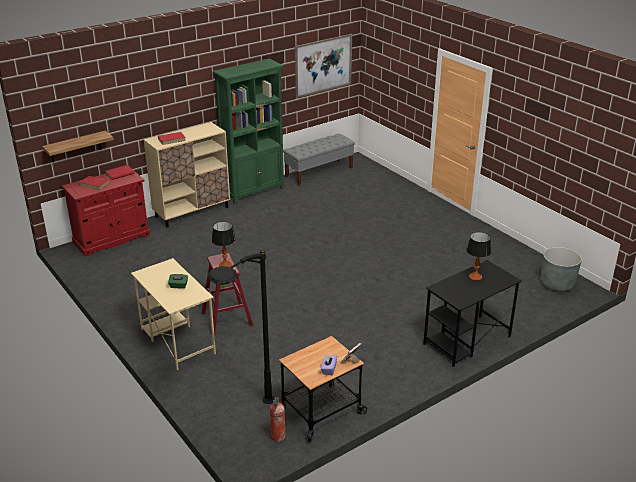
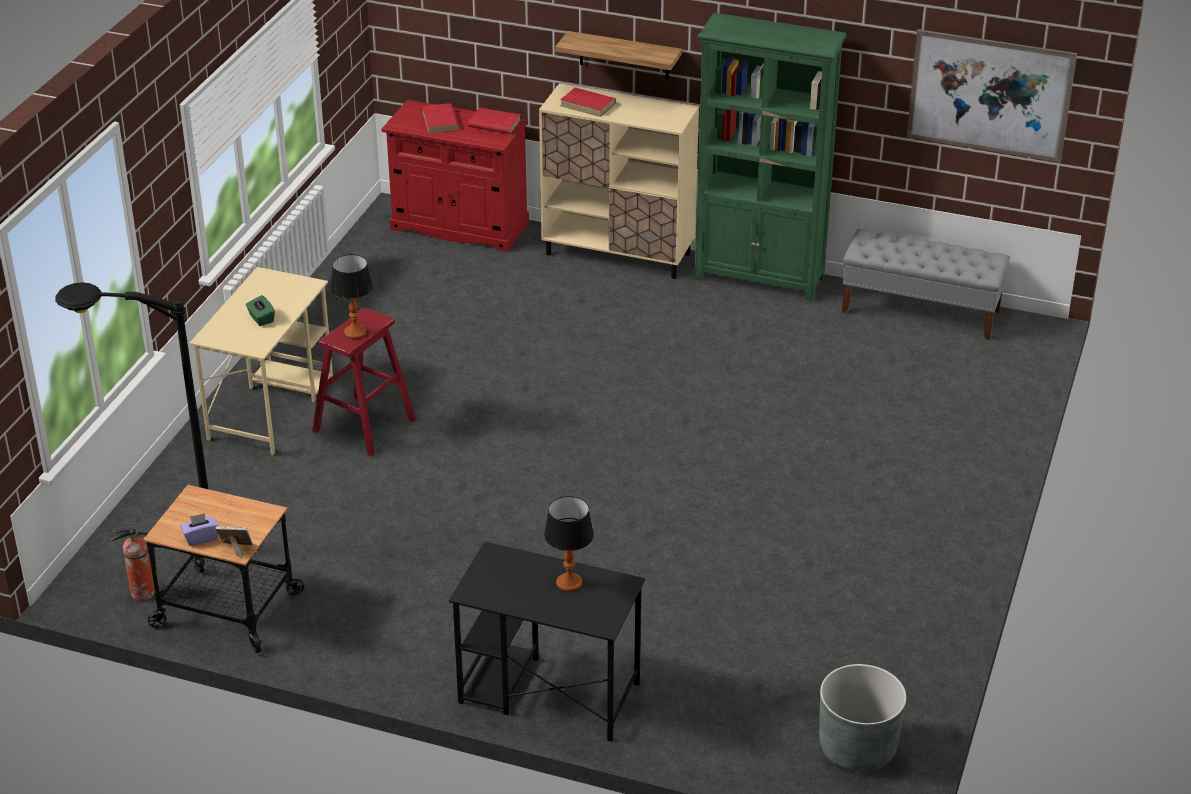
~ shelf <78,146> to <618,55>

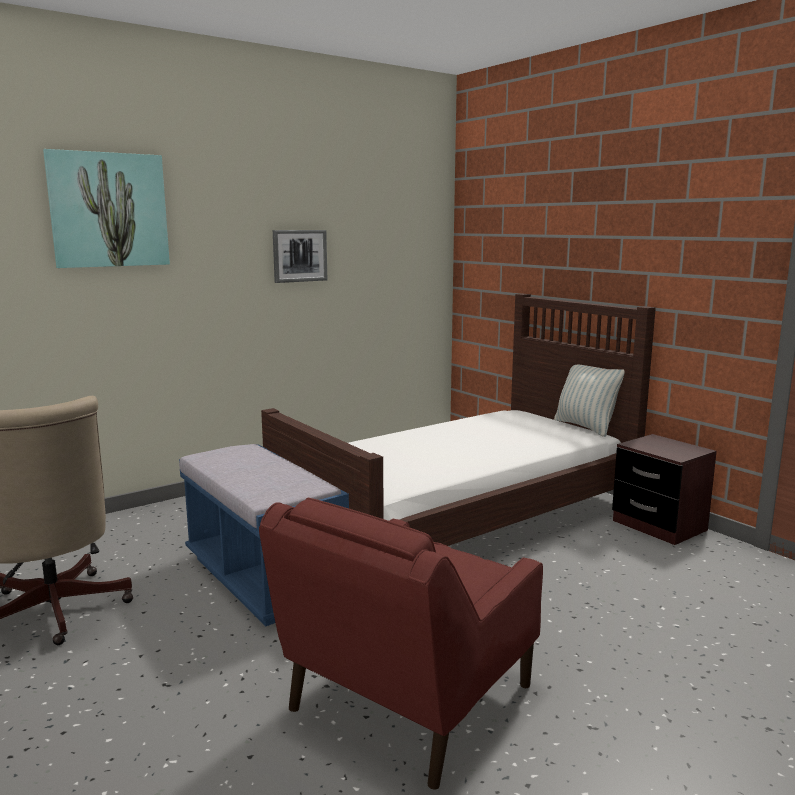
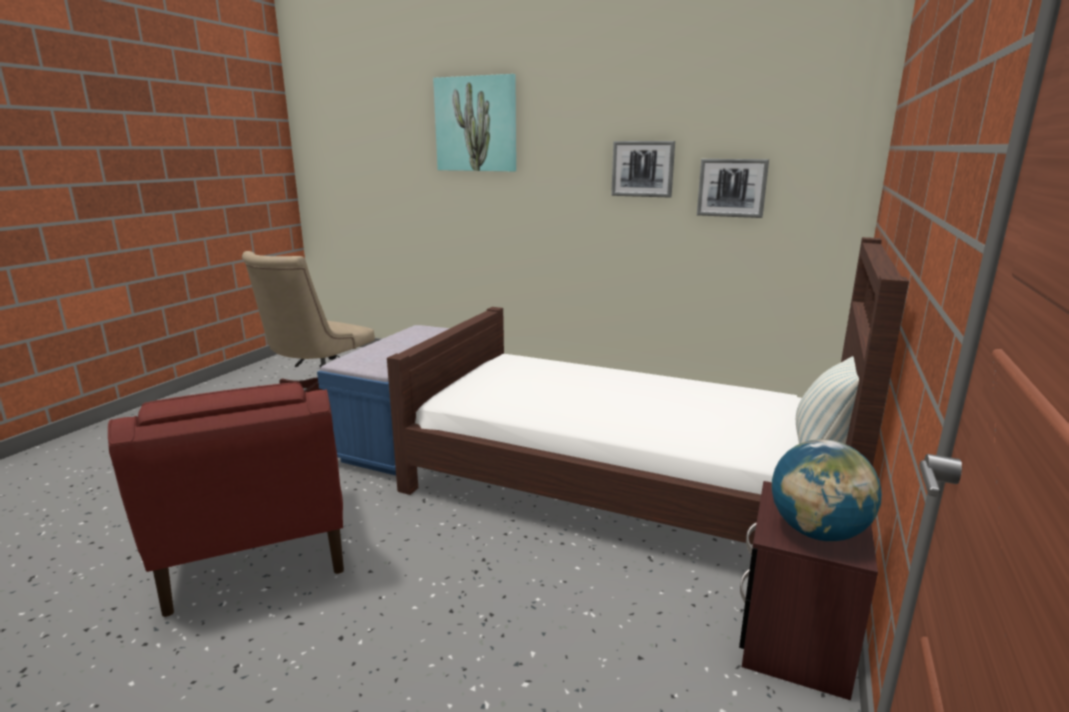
+ picture <733,188>
+ globe <827,490>
~ red armchair <401,643> = <226,499> 120 degrees counterclockwise

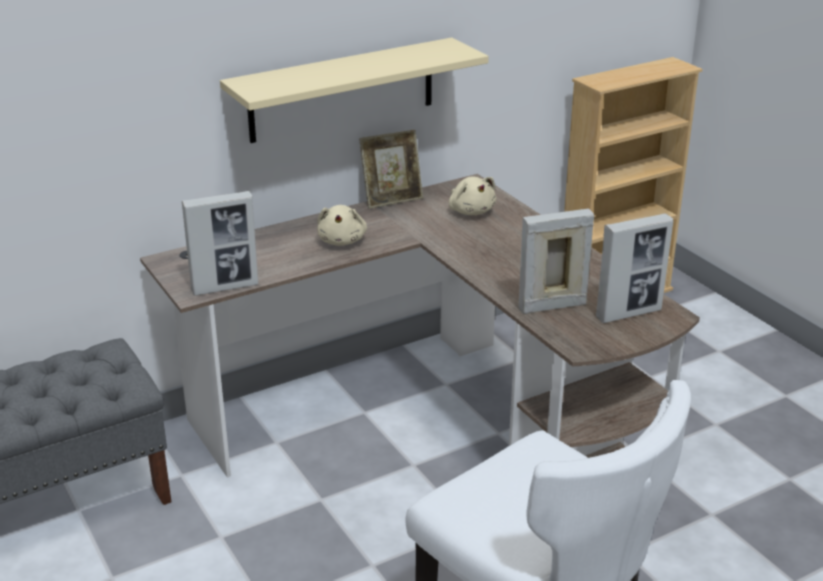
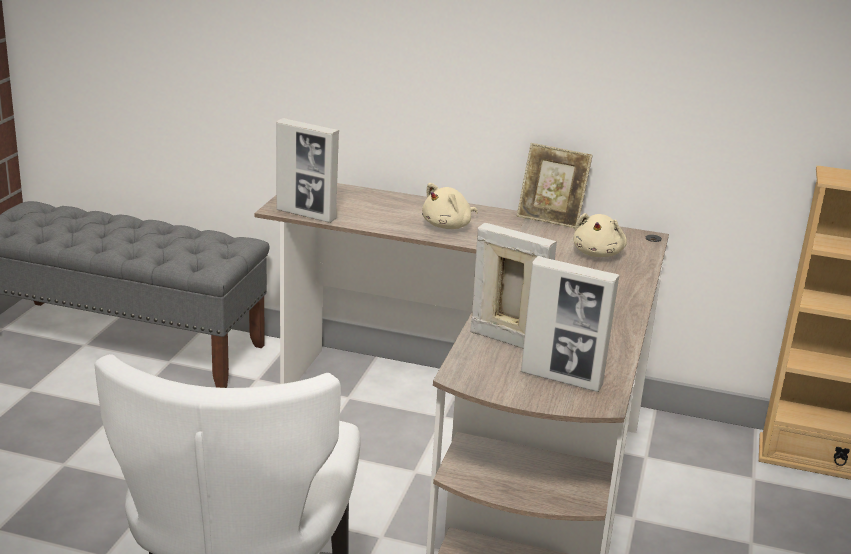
- beige shelf <354,90>

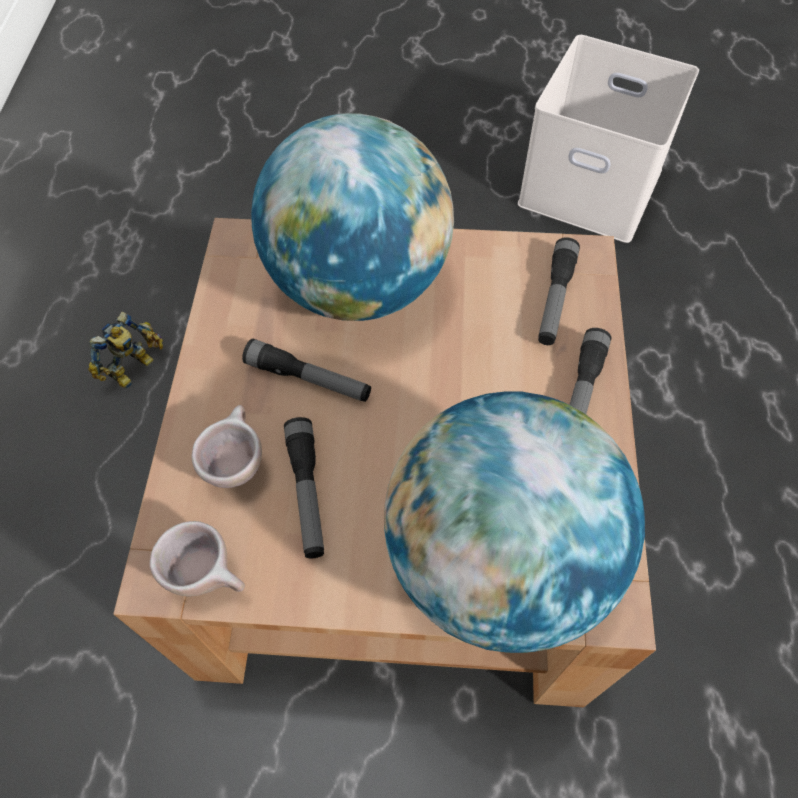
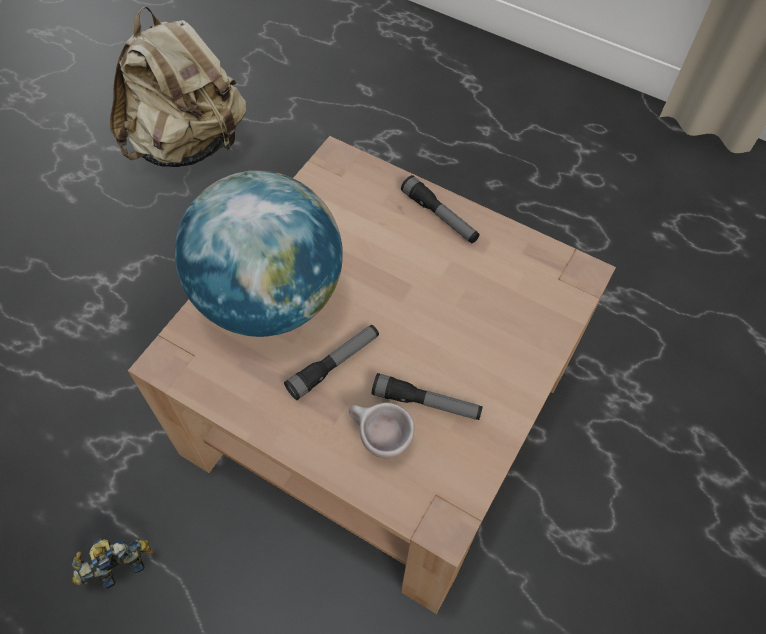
- beige cup <197,558>
- globe <514,522>
- flashlight <559,291>
~ white storage box <608,139> to beige backpack <178,86>
~ toy robot <125,350> = <112,564> 90 degrees counterclockwise

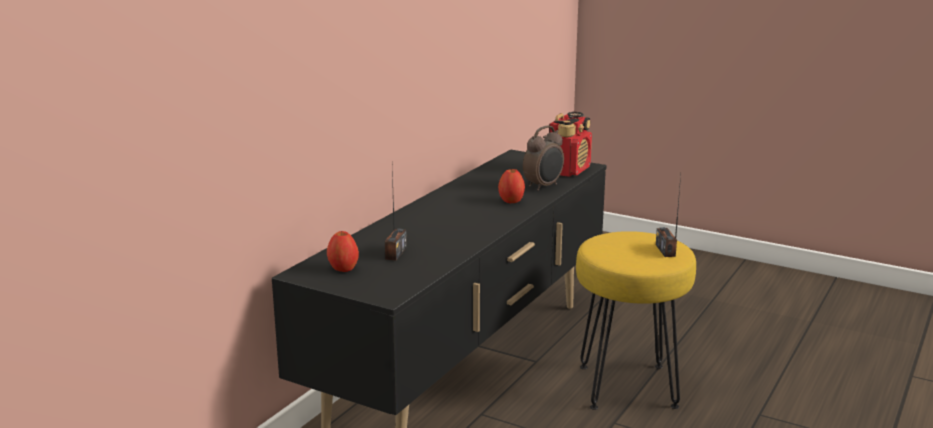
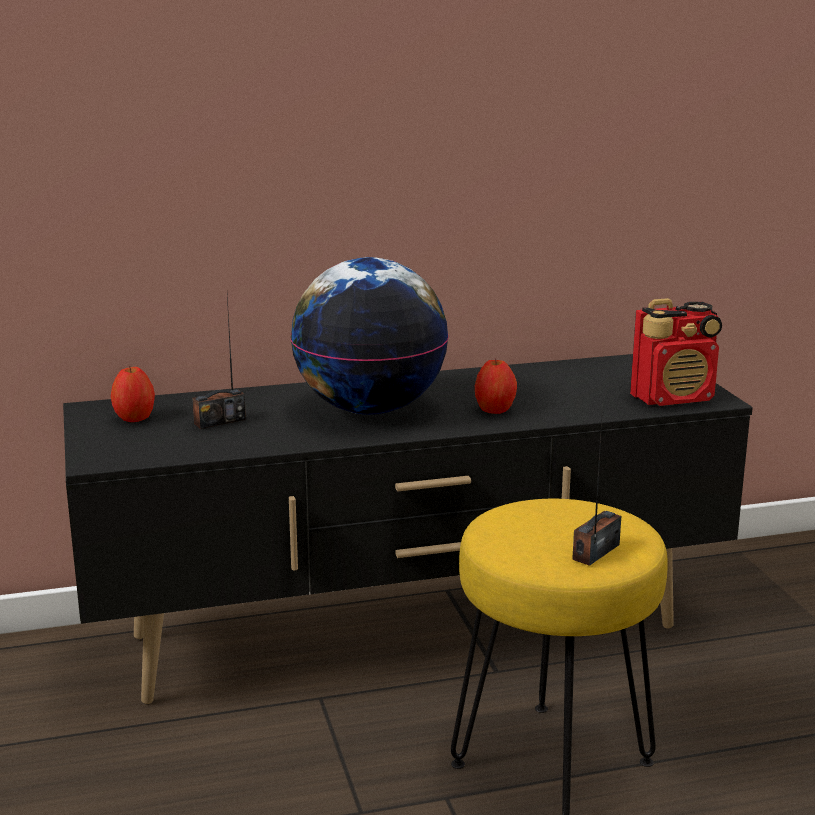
- alarm clock <543,158>
+ globe <369,336>

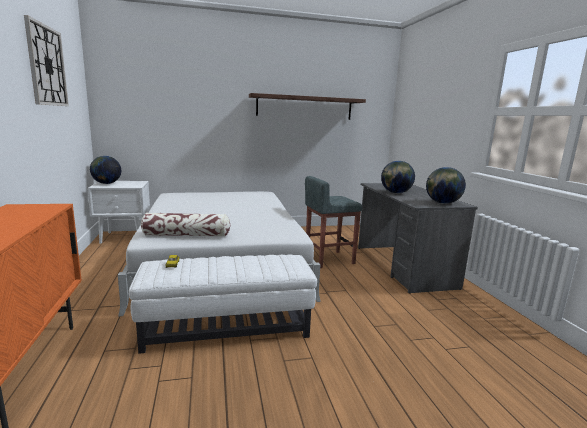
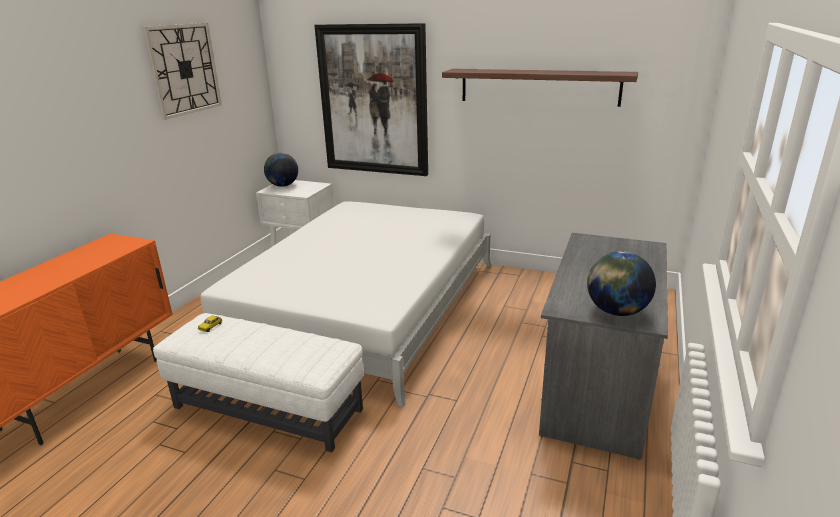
- pillow <185,224>
- grey stool <334,222>
- globe <398,177>
+ picture <371,99>

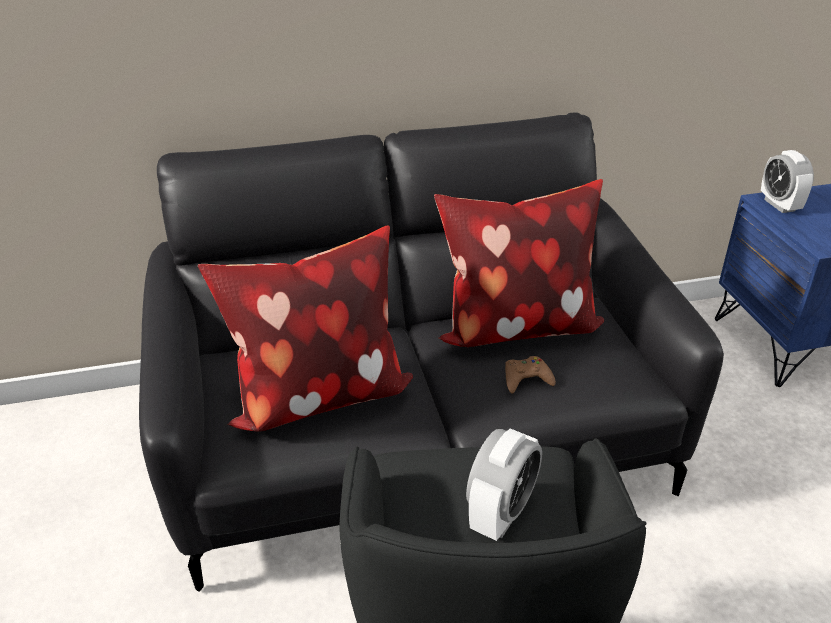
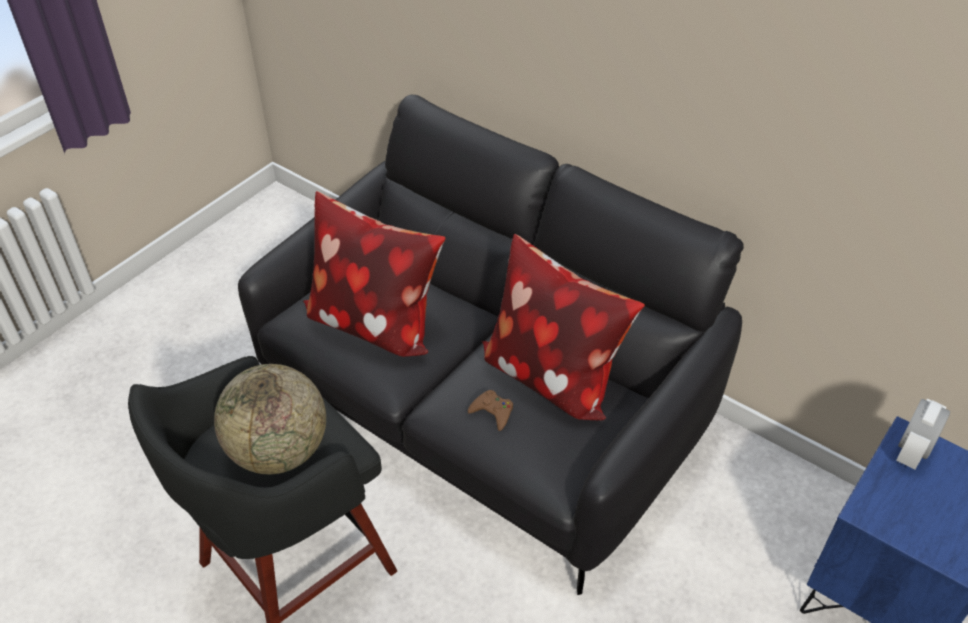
~ alarm clock <504,484> to globe <270,419>

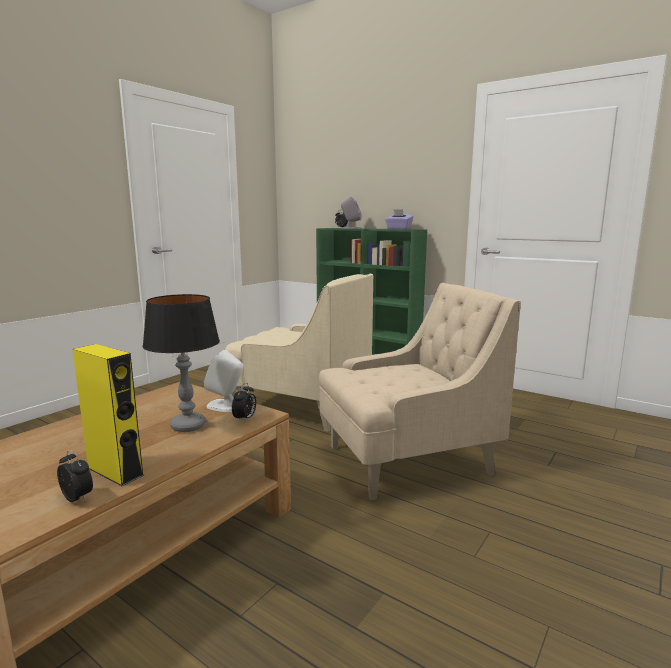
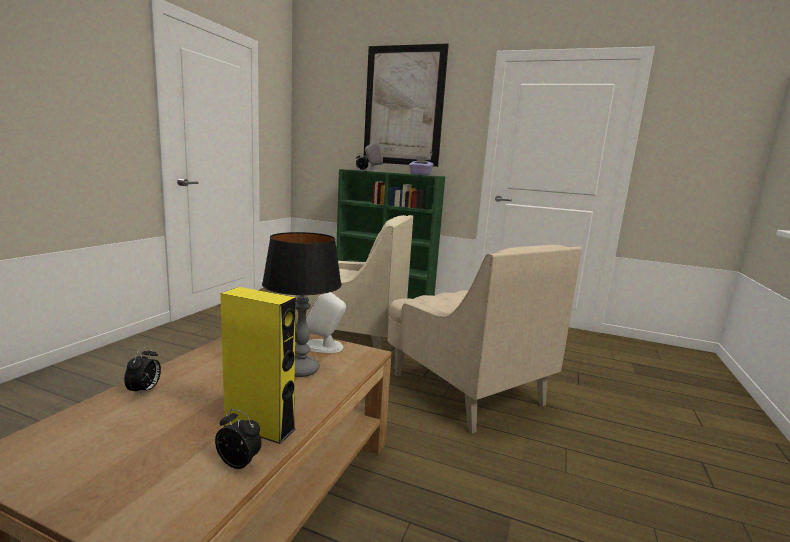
+ picture <406,105>
~ alarm clock <244,403> to <142,371>
~ beige armchair <420,391> = <485,339> 90 degrees clockwise

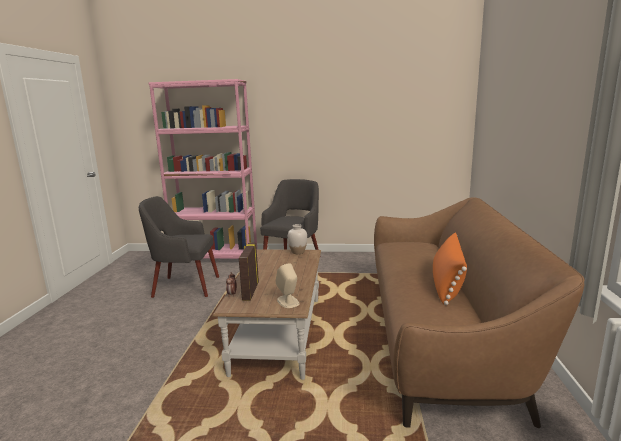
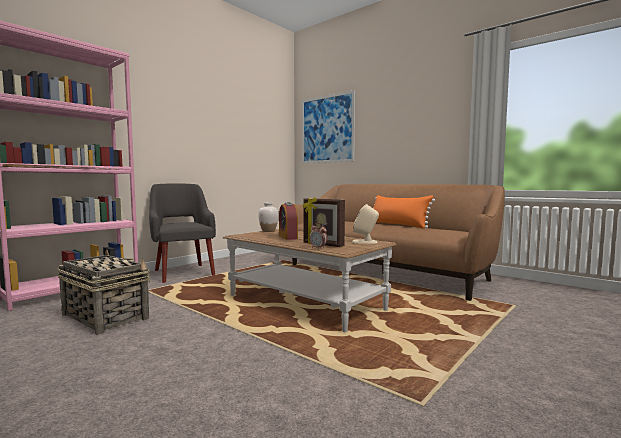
+ alarm clock <288,221>
+ picture <328,127>
~ grey armchair <179,247> to basket <103,292>

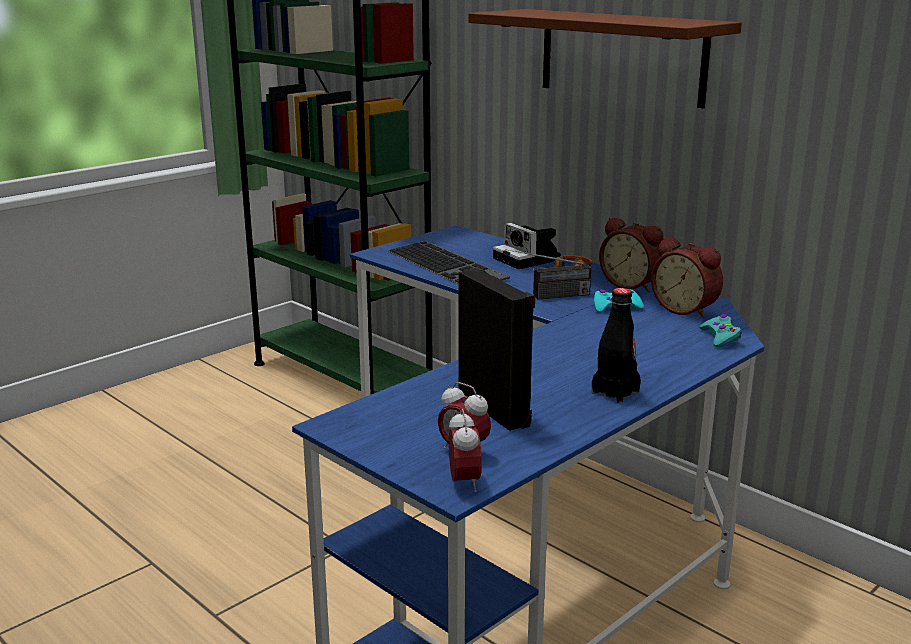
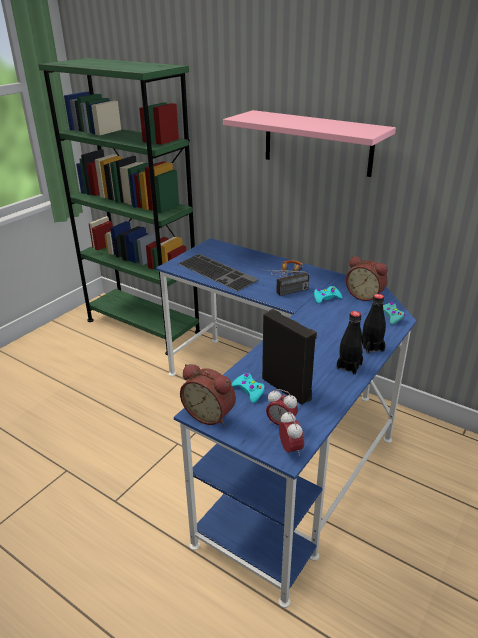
- photo camera <527,246>
+ turquoise game controller <249,388>
+ black bottle <374,324>
~ alarm clock <631,254> to <208,395>
~ brown shelf <605,58> to pink shelf <309,143>

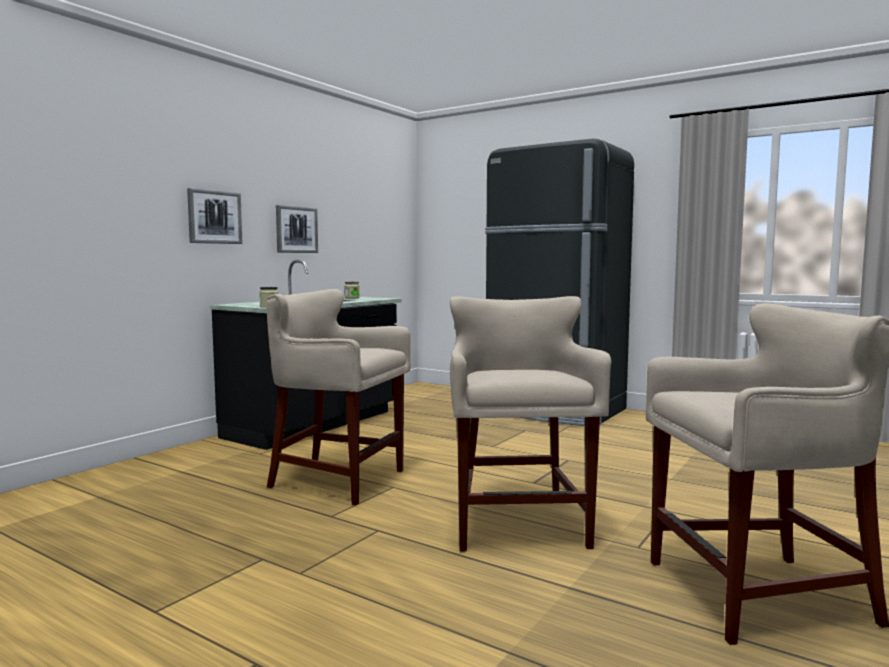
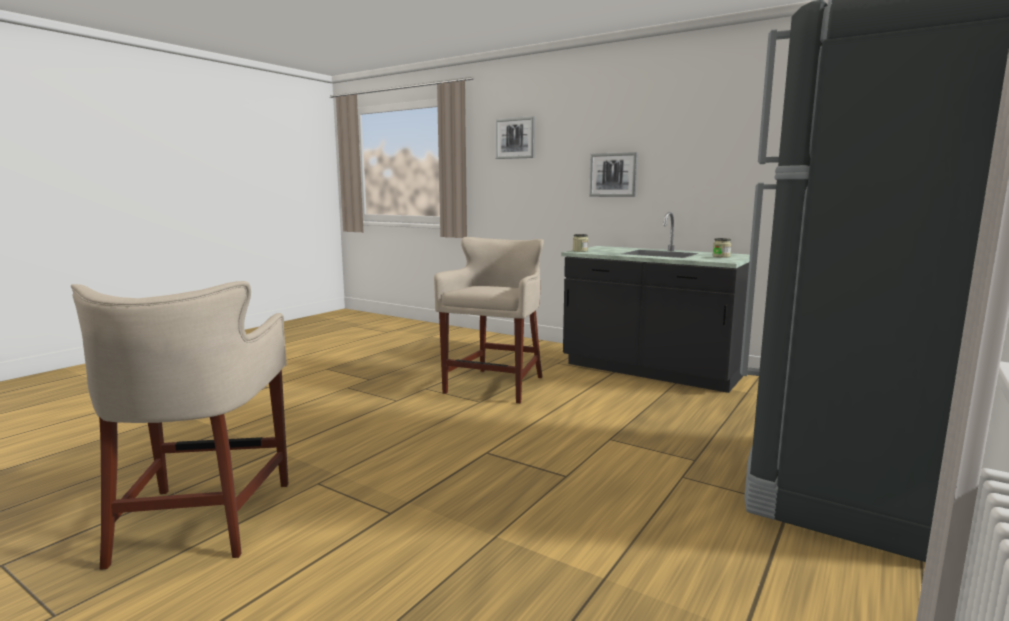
- beige stool <530,424>
~ picture <297,229> to <515,137>

